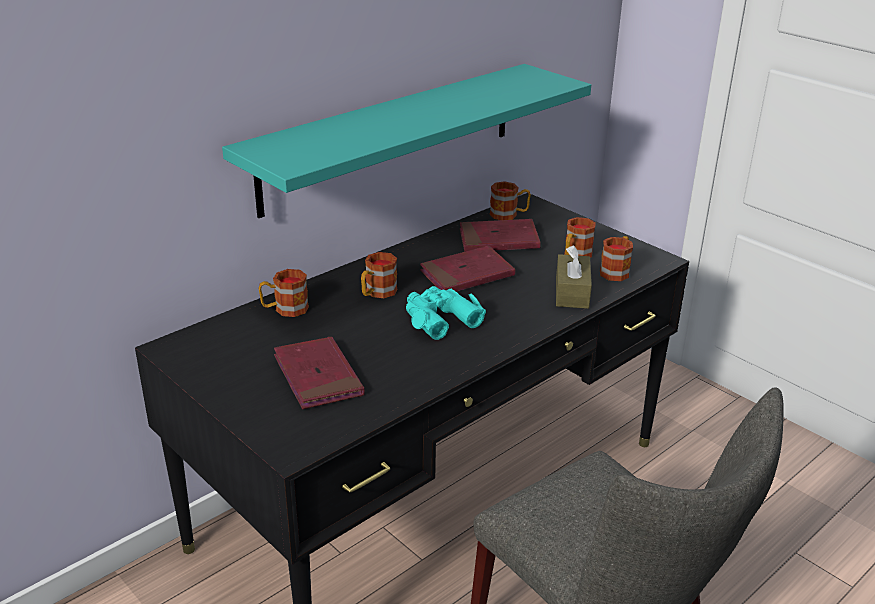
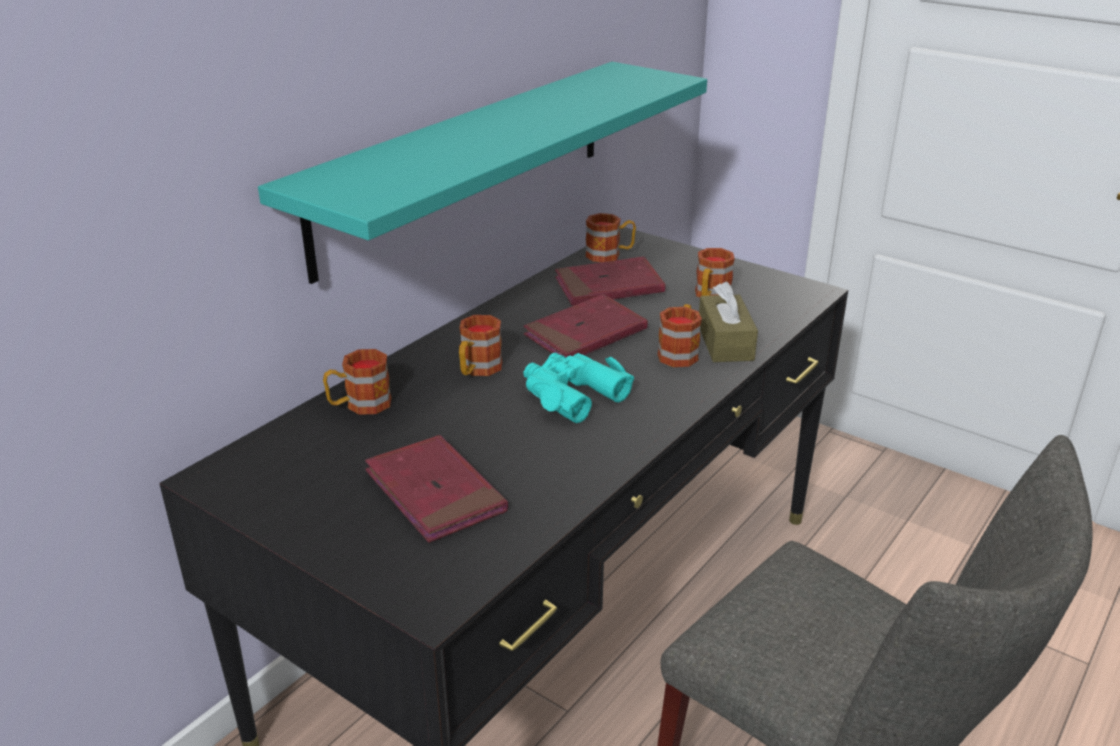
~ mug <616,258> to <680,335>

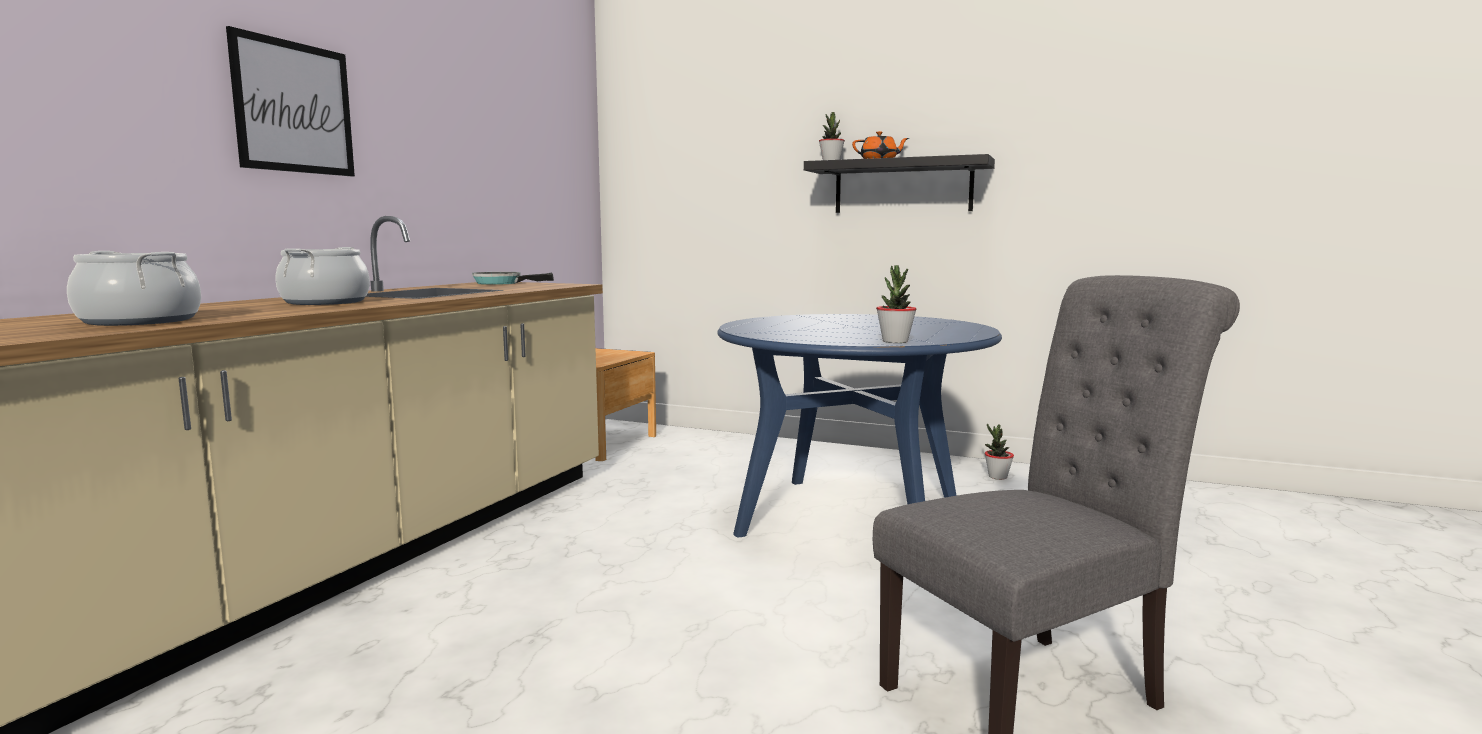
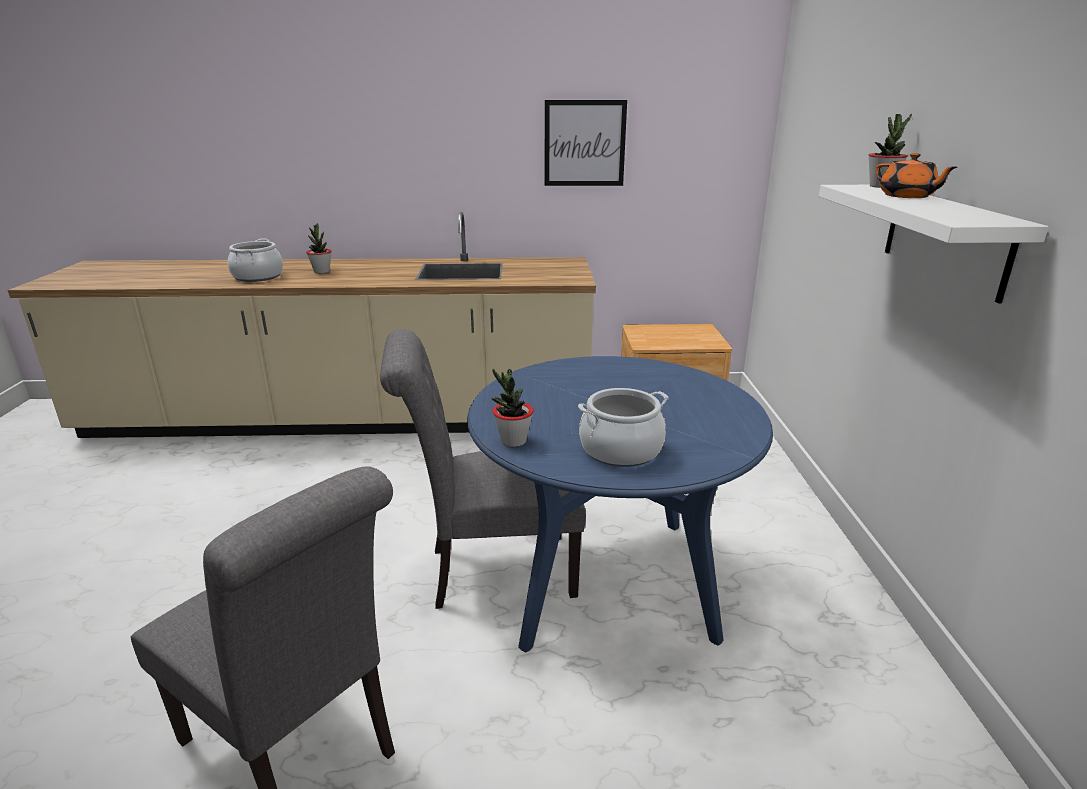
- frying pan <513,278>
+ grey chair <483,469>
~ picture <290,101> to <586,143>
~ cooking pot <323,276> to <623,427>
~ potted plant <999,452> to <319,248>
~ black shelf <899,183> to white shelf <934,244>

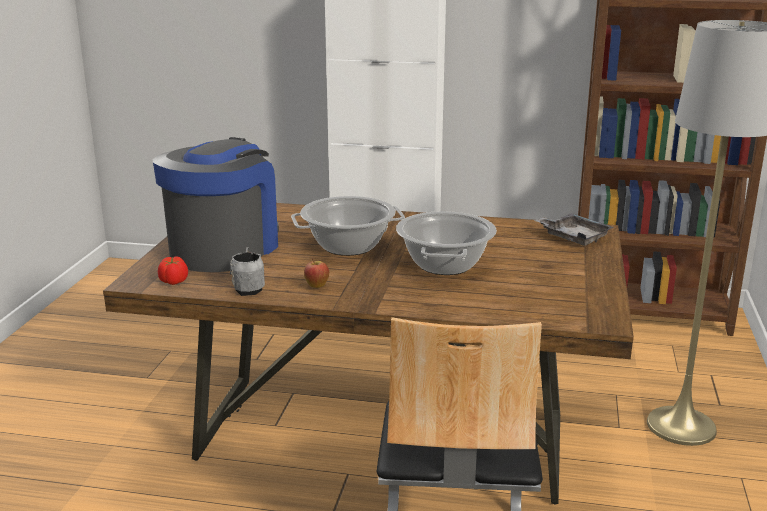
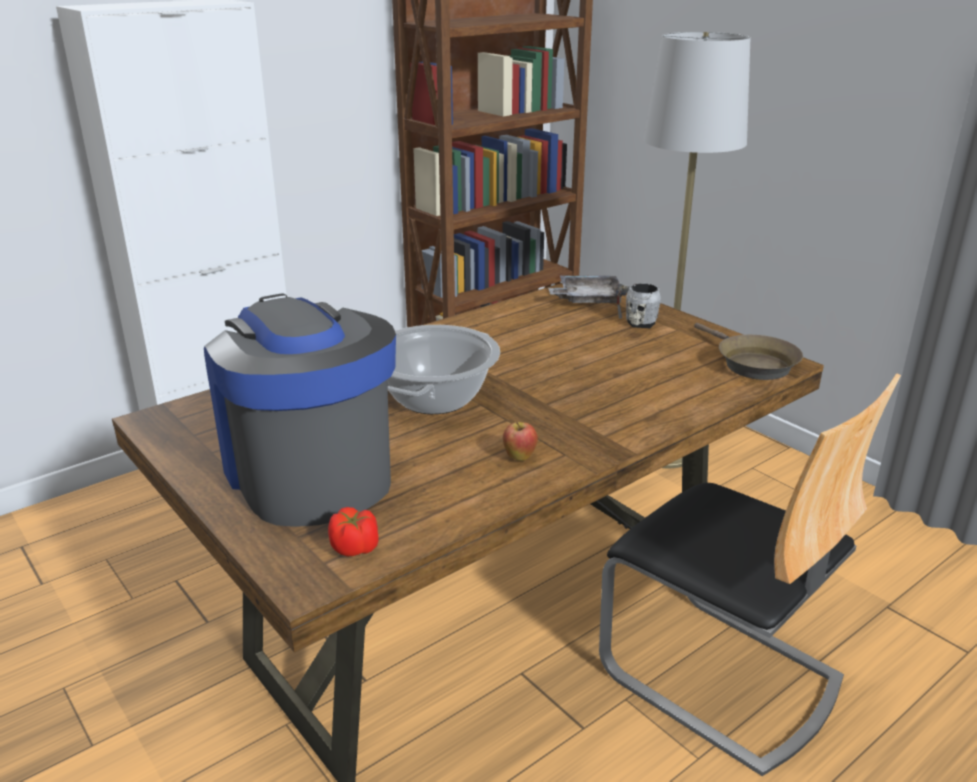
- cooking pot <446,243>
+ brown frying pan <748,351>
~ grey mug <247,271> to <639,305>

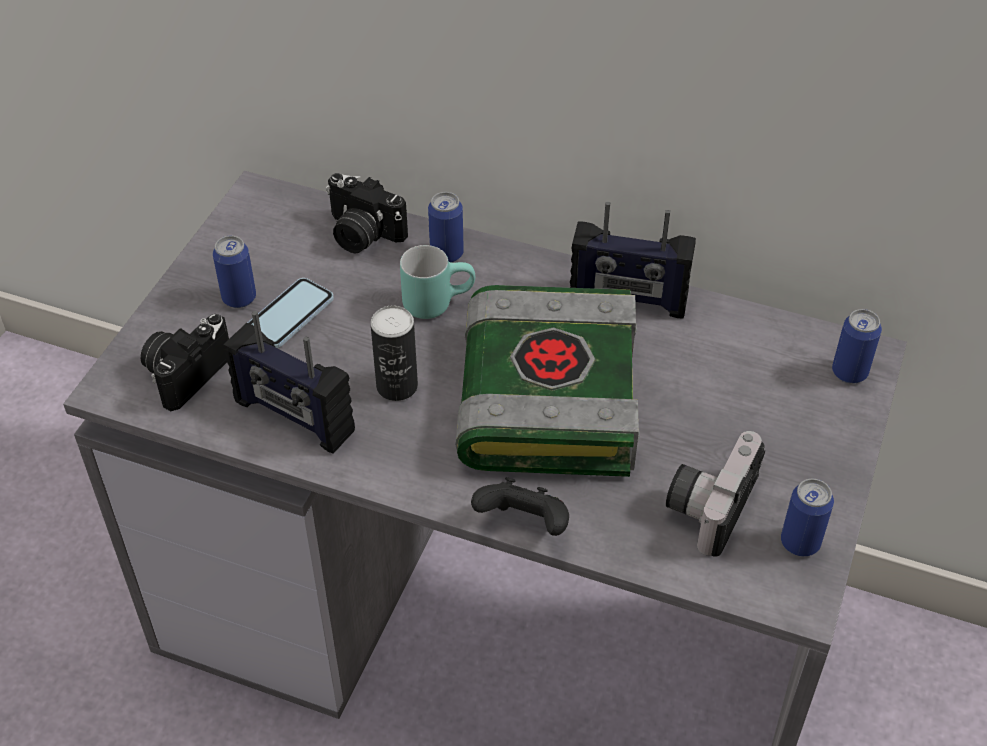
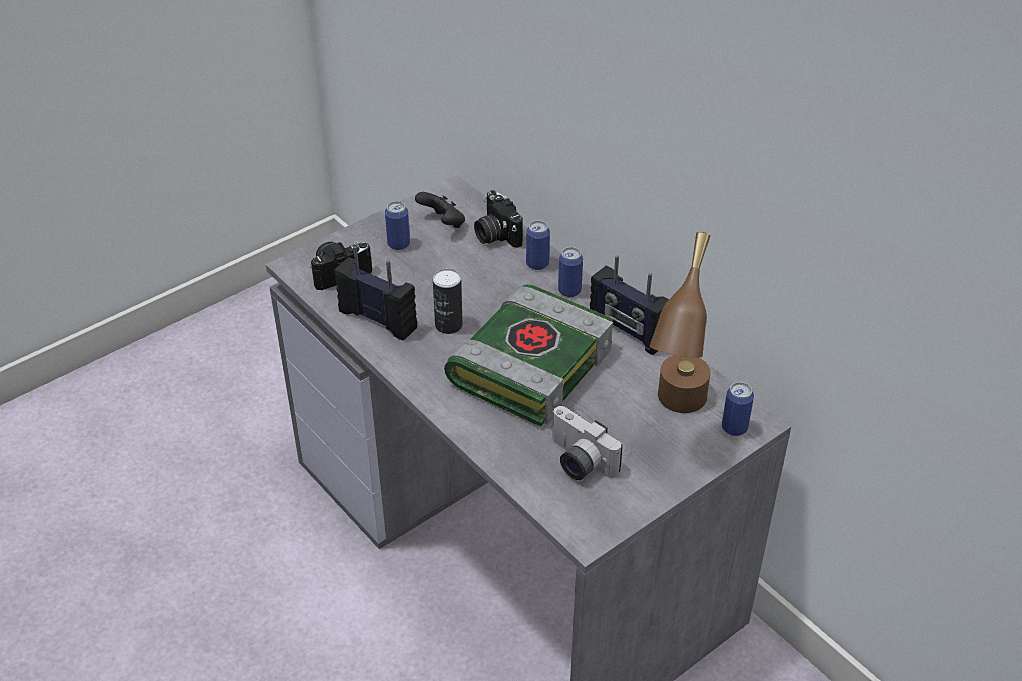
- phone <290,313>
- turquoise mug <437,282>
+ brown table lamp <680,322>
~ black game controller <520,506> to <440,210>
~ can <807,517> to <570,272>
~ radio <289,382> = <375,293> 150 degrees clockwise
~ photo camera <715,494> = <587,443> 105 degrees counterclockwise

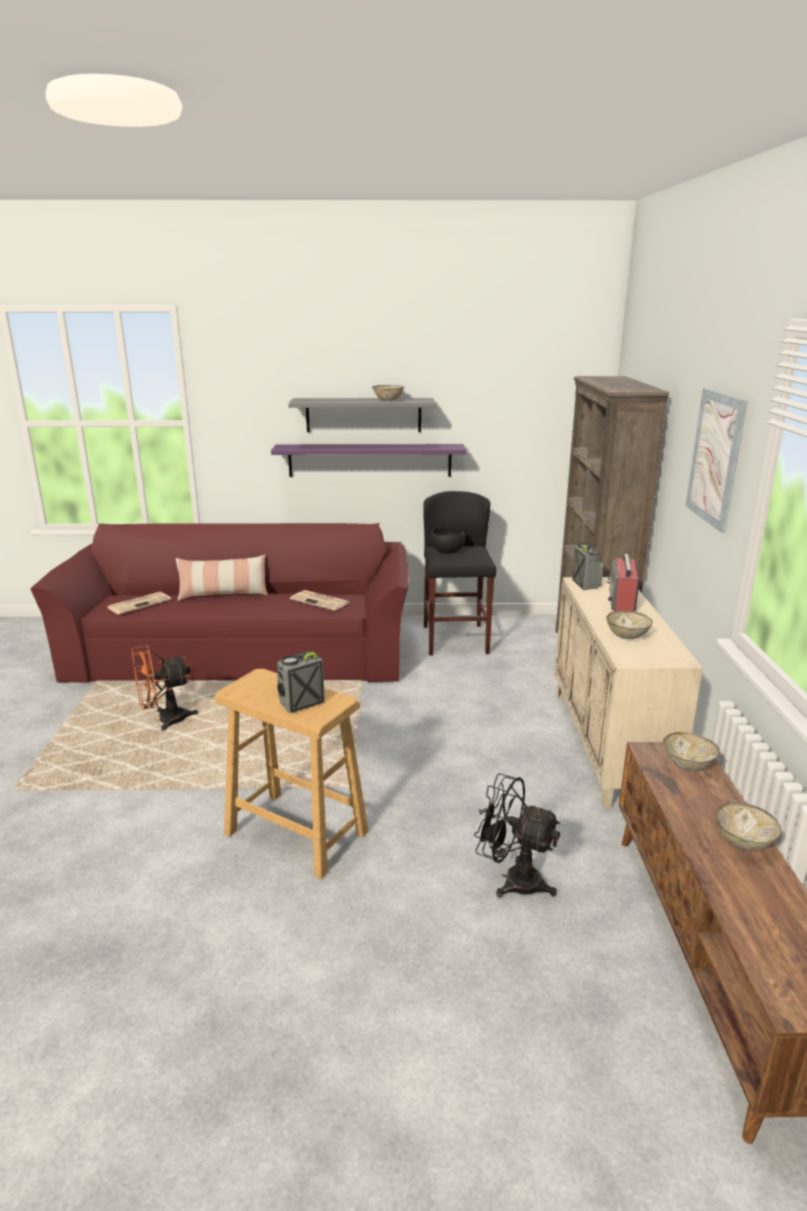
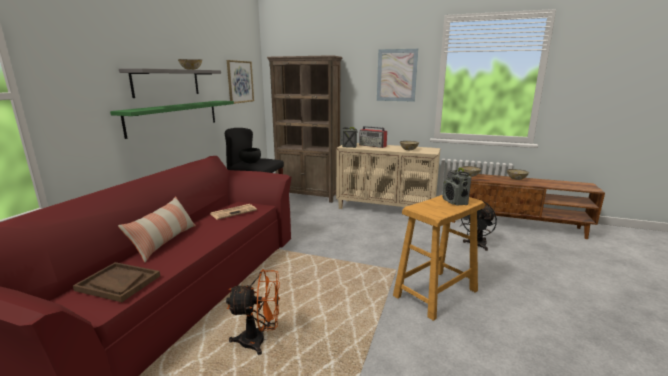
+ picture <240,82>
~ newspaper <139,603> to brown tray <116,282>
~ purple shelf <368,460> to green shelf <172,120>
~ orange fan <165,688> = <253,312> 90 degrees counterclockwise

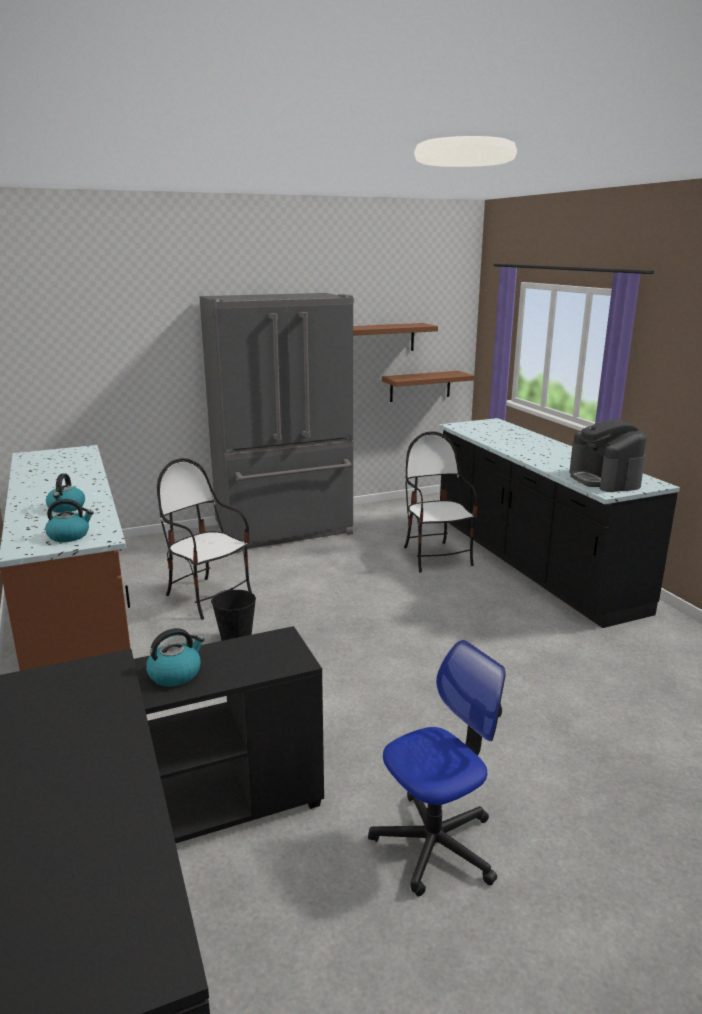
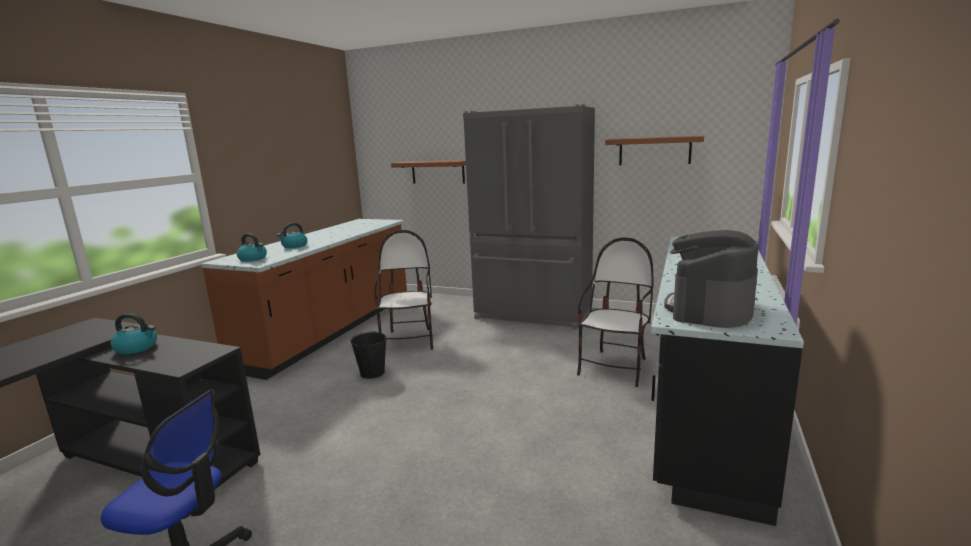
~ brown shelf <428,386> to <428,172>

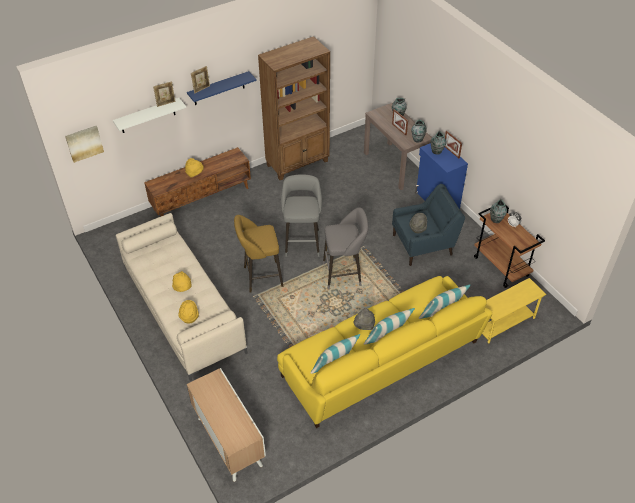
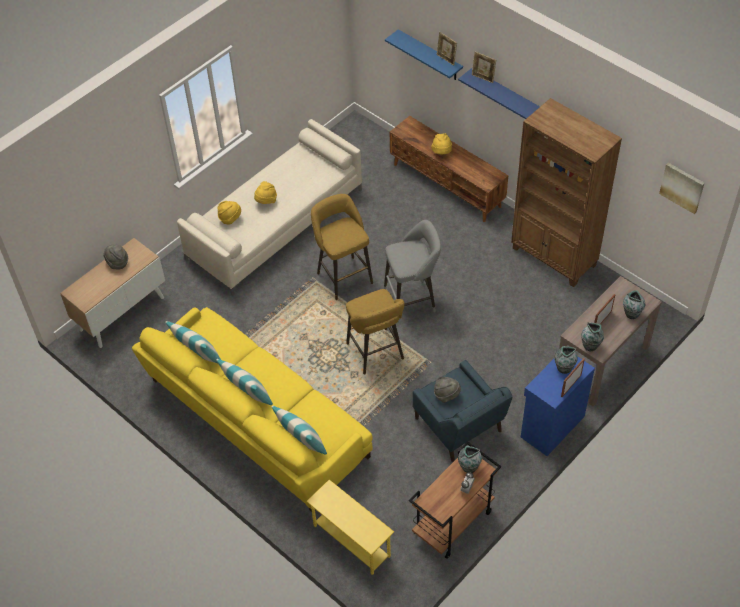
~ picture <84,144> to <682,188>
~ grey hat <364,319> to <116,257>
~ white shelf <149,115> to blue shelf <424,54>
~ grey stool <345,248> to yellow stool <375,331>

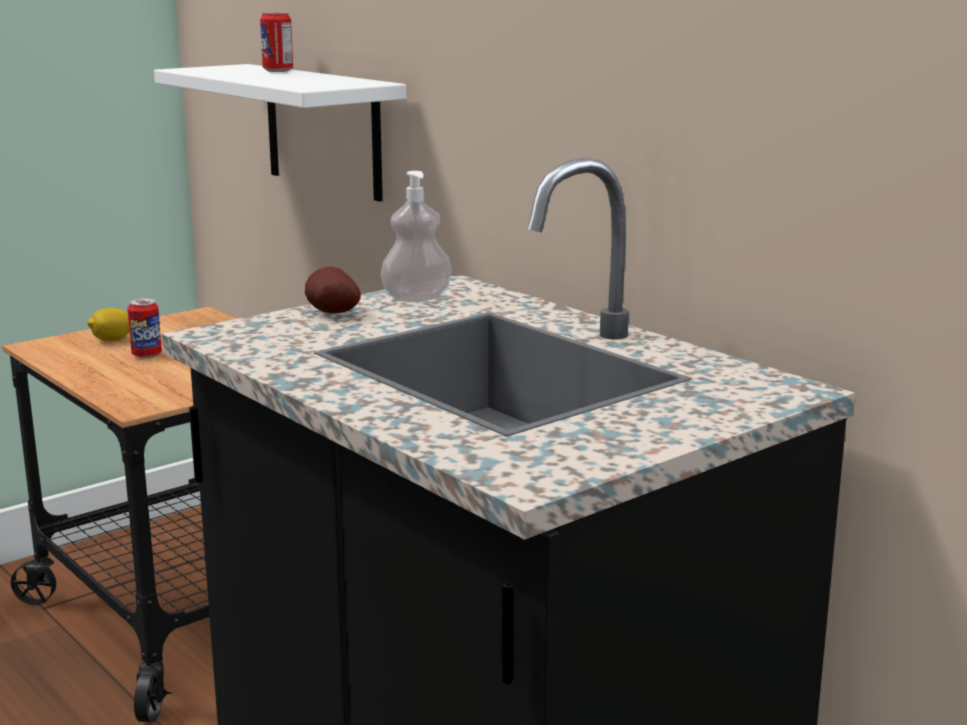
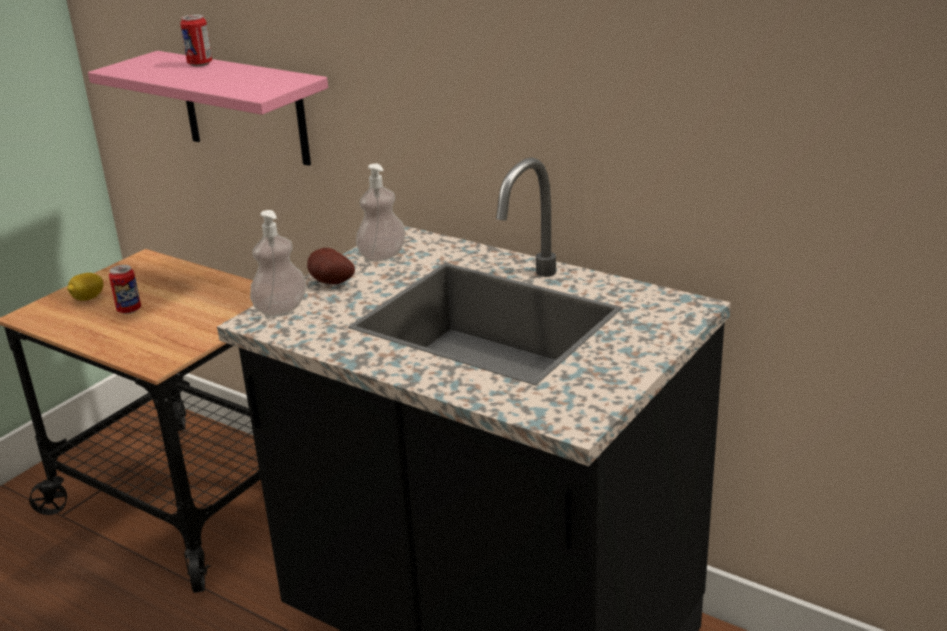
+ soap dispenser <278,263>
~ white shelf <280,133> to pink shelf <208,108>

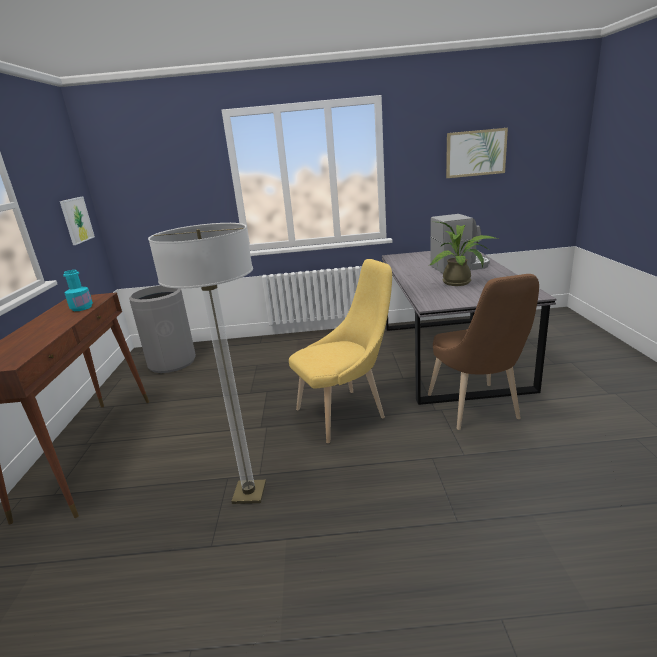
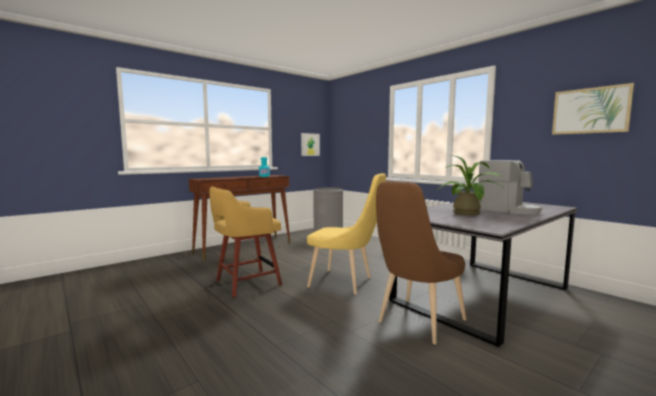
~ floor lamp <207,363> to yellow stool <245,242>

